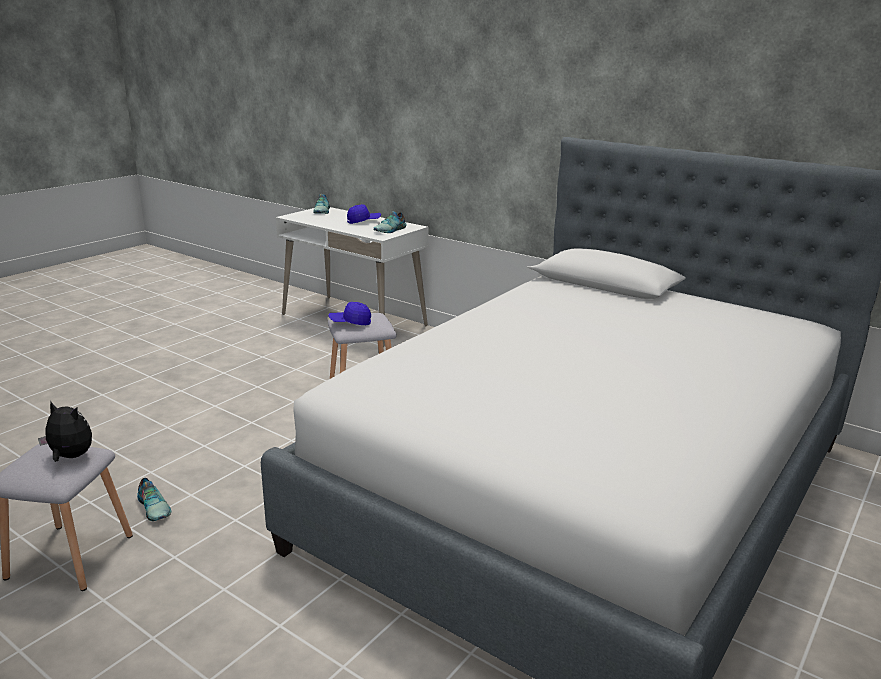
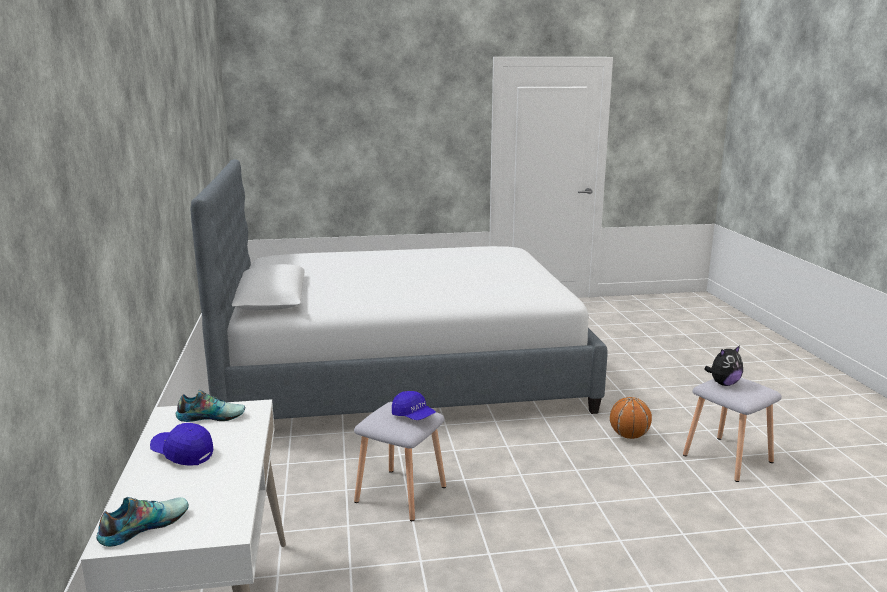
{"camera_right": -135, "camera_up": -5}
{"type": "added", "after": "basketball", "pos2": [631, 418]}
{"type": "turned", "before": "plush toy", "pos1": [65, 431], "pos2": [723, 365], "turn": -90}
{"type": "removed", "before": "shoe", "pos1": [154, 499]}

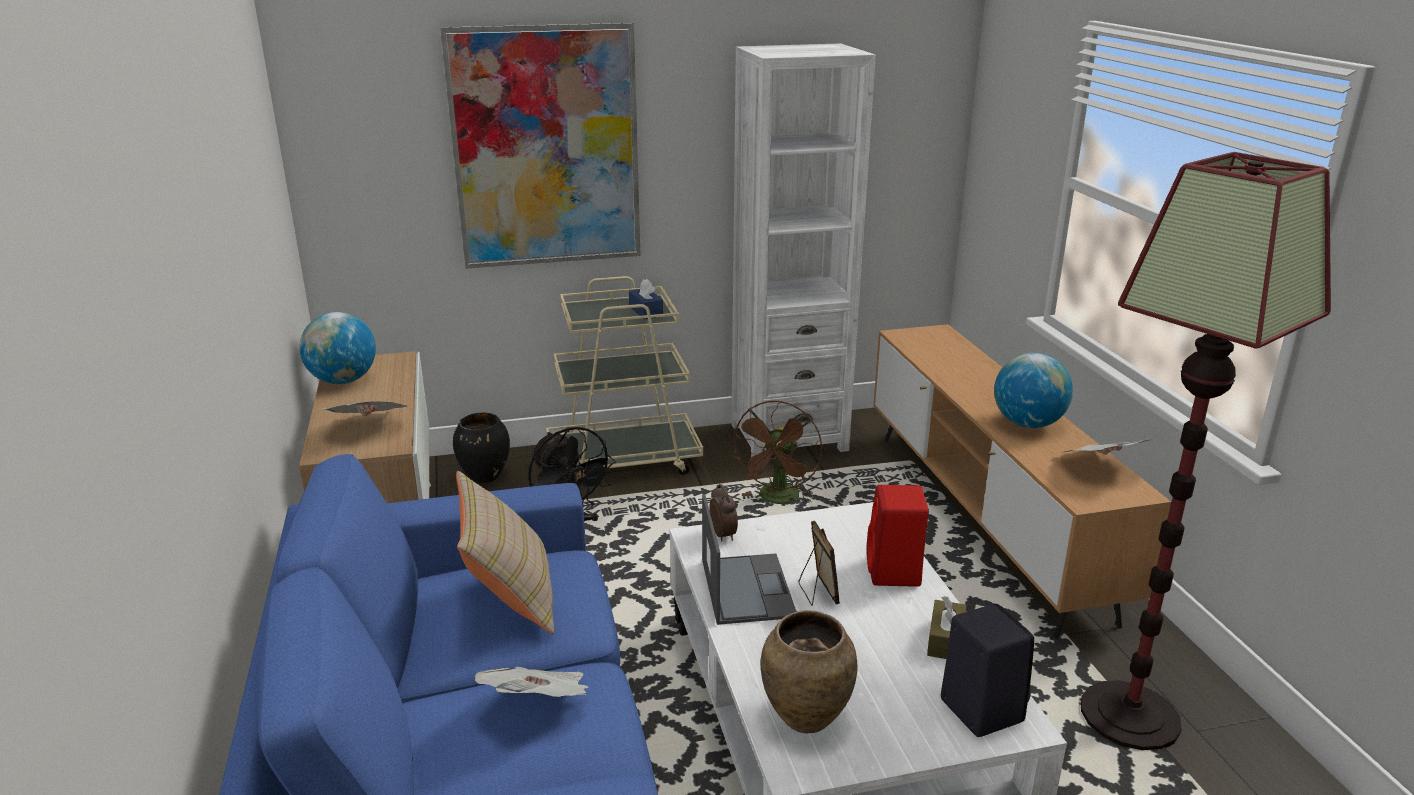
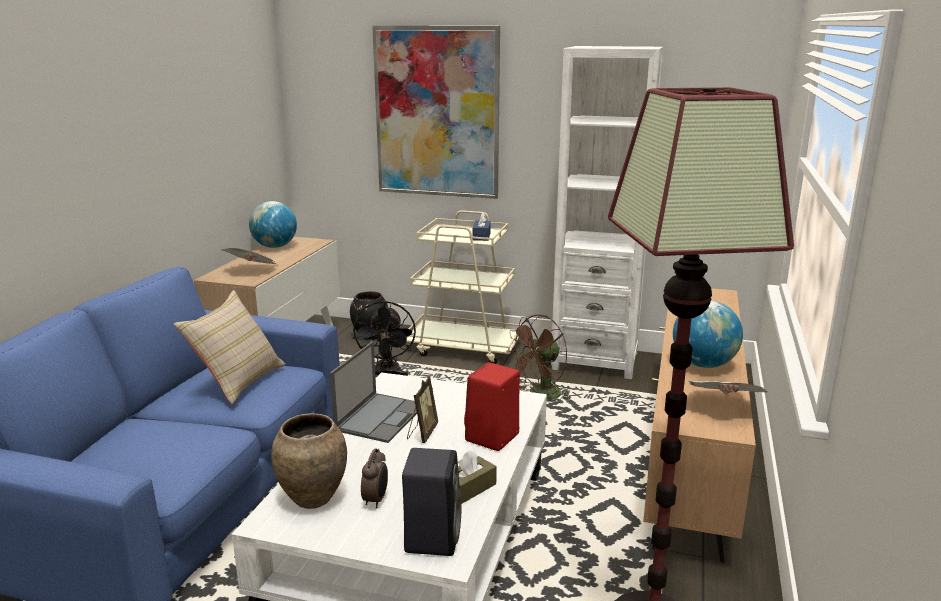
{"camera_right": 30, "camera_up": -5}
{"type": "moved", "before": "alarm clock", "pos1": [723, 512], "pos2": [374, 478]}
{"type": "removed", "before": "newspaper", "pos1": [531, 682]}

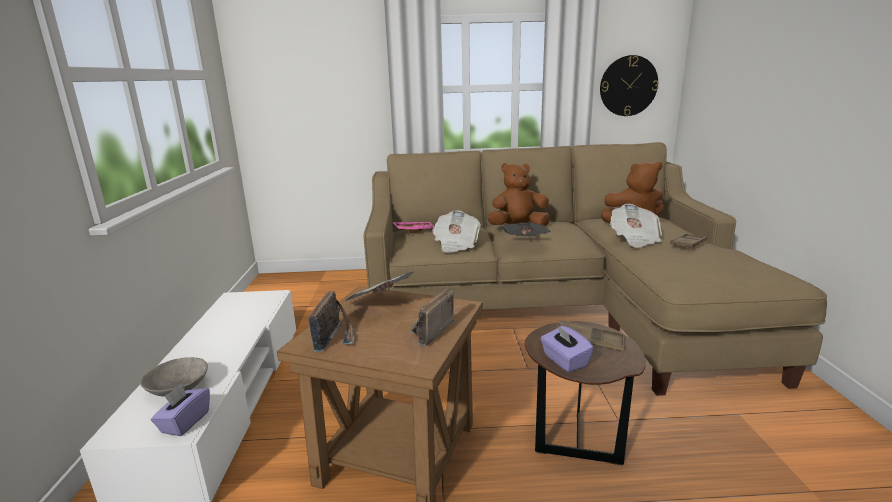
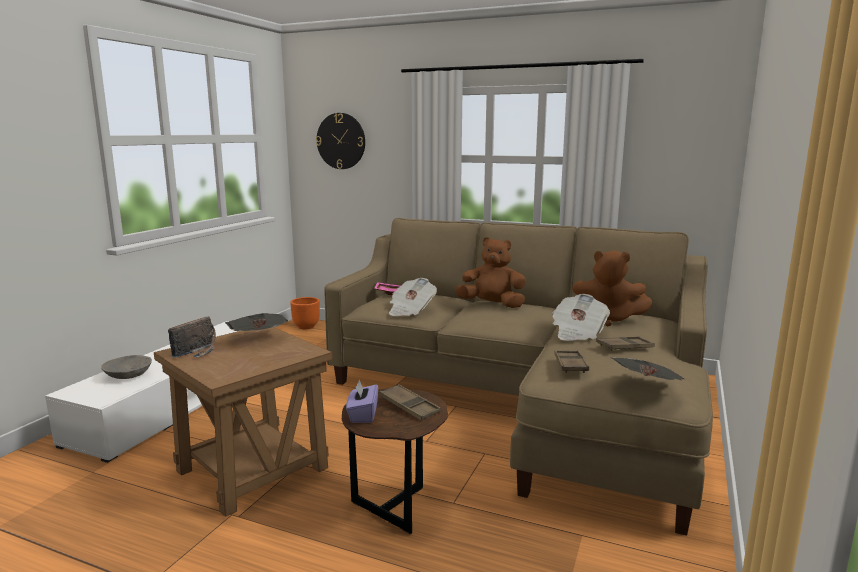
{"camera_right": 25, "camera_up": -5}
{"type": "added", "after": "orange plant pot", "pos2": [305, 313]}
{"type": "moved", "before": "clock on the wall", "pos1": [629, 85], "pos2": [340, 141]}
{"type": "added", "after": "brown-coloured serving tray", "pos2": [571, 361]}
{"type": "moved", "before": "newspaper", "pos1": [525, 229], "pos2": [647, 368]}
{"type": "removed", "before": "purple-coloured box of tissues", "pos1": [180, 409]}
{"type": "removed", "before": "radio set", "pos1": [432, 317]}

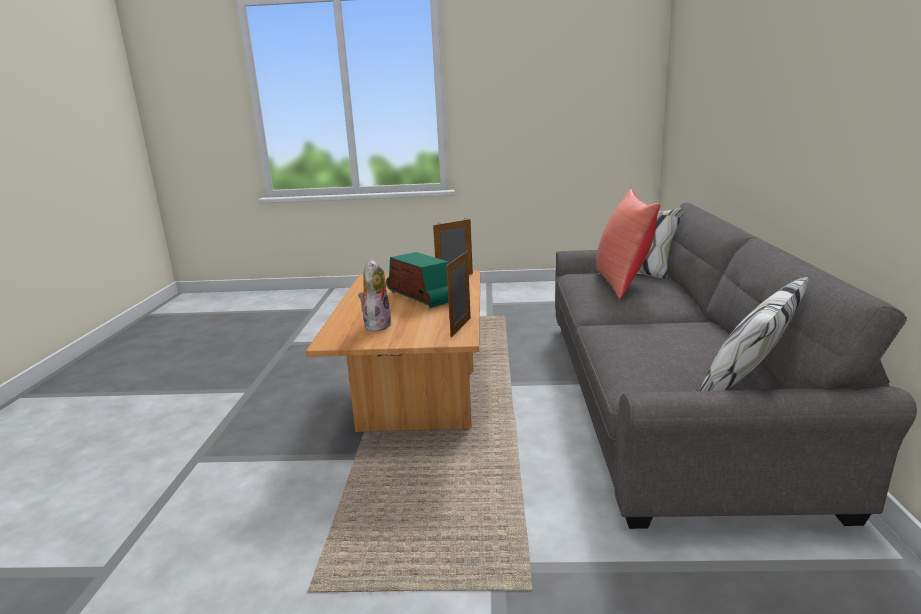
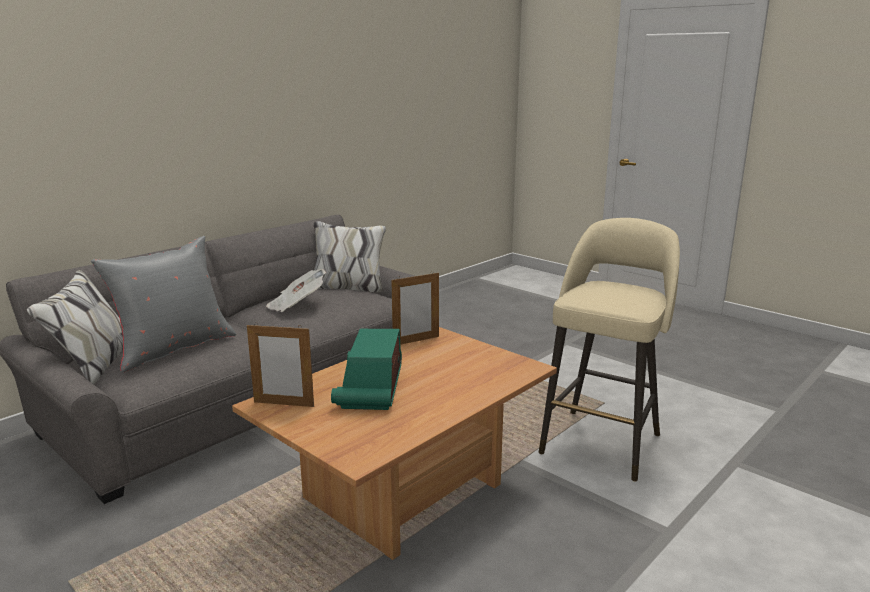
{"camera_right": -140, "camera_up": 0}
{"type": "recoloured", "before": "red throw pillow", "after": "greyish throw pillow", "pos1": [628, 244], "pos2": [163, 304]}
{"type": "added", "after": "newspaper", "pos2": [296, 290]}
{"type": "added", "after": "beige-coloured sitting stool", "pos2": [609, 350]}
{"type": "removed", "before": "plush toy", "pos1": [375, 295]}

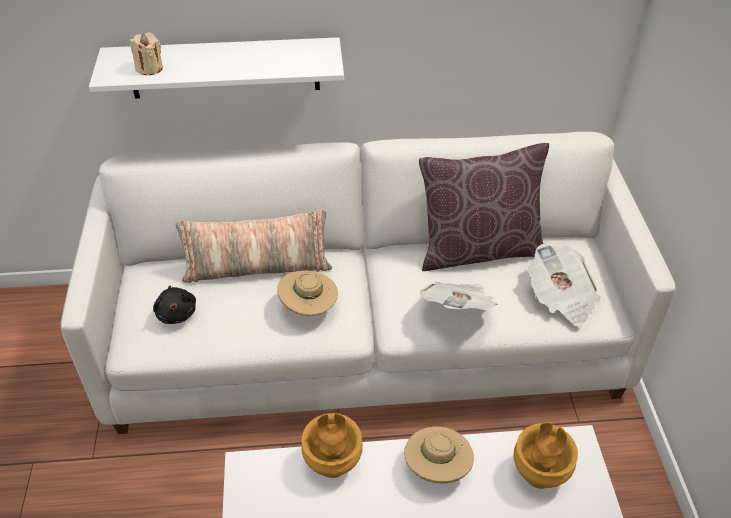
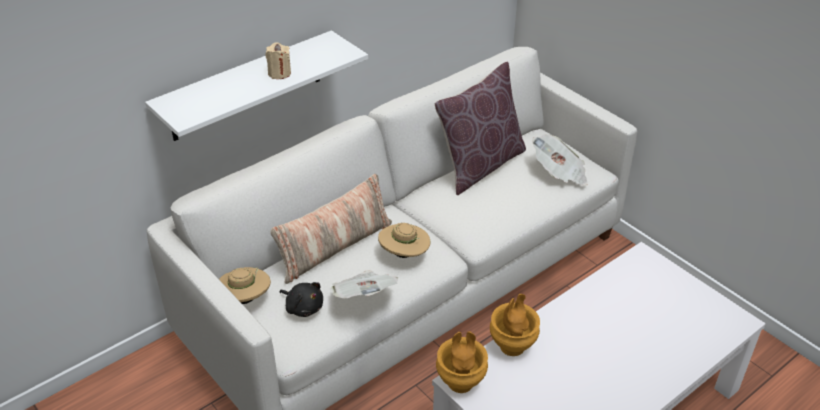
{"camera_right": -35, "camera_up": -5}
{"type": "moved", "before": "beige-coloured clothing hat", "pos1": [439, 454], "pos2": [245, 285]}
{"type": "moved", "before": "beige-coloured candle", "pos1": [146, 54], "pos2": [278, 61]}
{"type": "moved", "before": "newspaper", "pos1": [459, 296], "pos2": [364, 284]}
{"type": "moved", "before": "brown-coloured flower vase", "pos1": [546, 455], "pos2": [462, 362]}

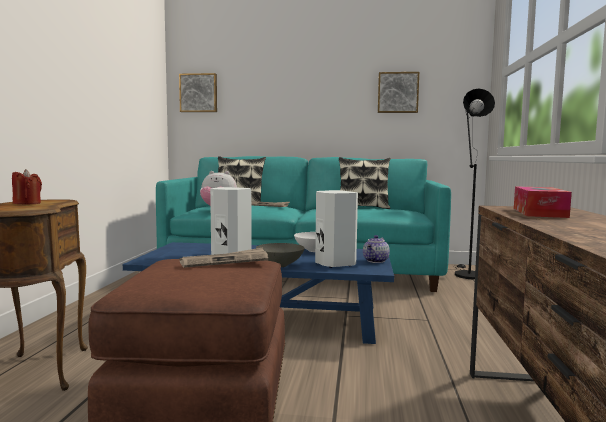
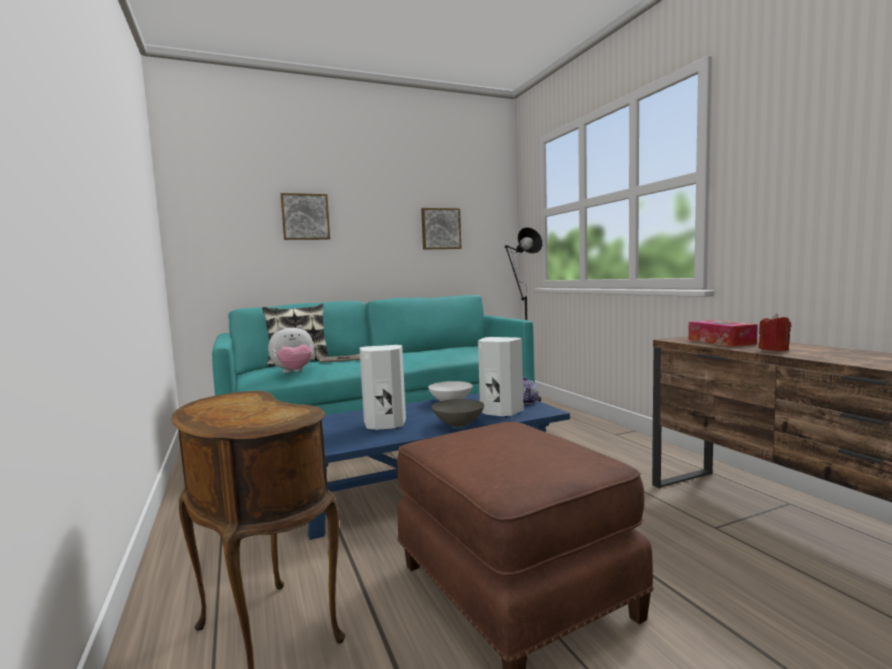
{"camera_right": -30, "camera_up": 0}
{"type": "moved", "before": "wall art", "pos1": [198, 92], "pos2": [305, 216]}
{"type": "moved", "before": "red candle", "pos1": [27, 187], "pos2": [774, 332]}
{"type": "removed", "before": "newspaper", "pos1": [223, 258]}
{"type": "removed", "before": "throw pillow", "pos1": [365, 183]}

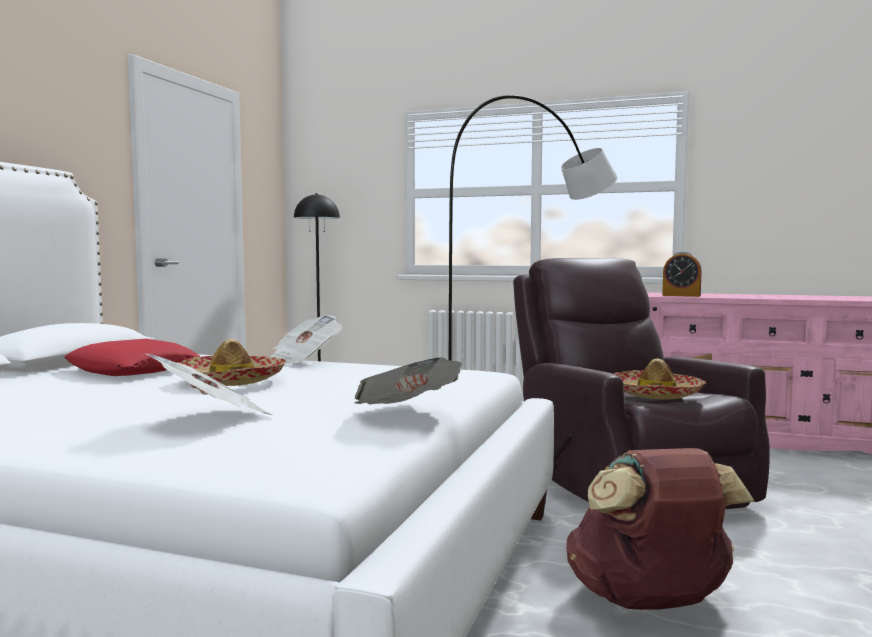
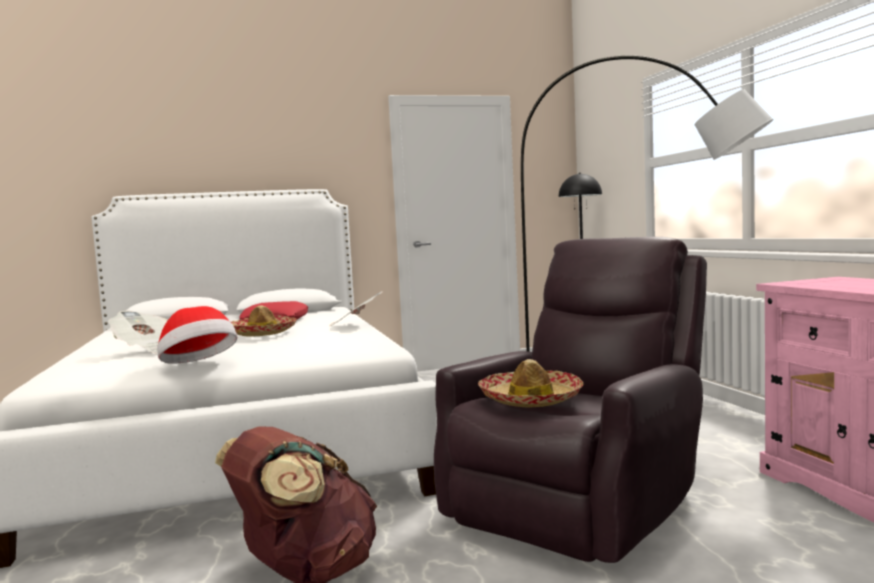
{"camera_right": 55, "camera_up": 0}
{"type": "replaced", "before": "newspaper", "after": "clothing hat", "pos1": [408, 380], "pos2": [197, 335]}
{"type": "removed", "before": "alarm clock", "pos1": [682, 274]}

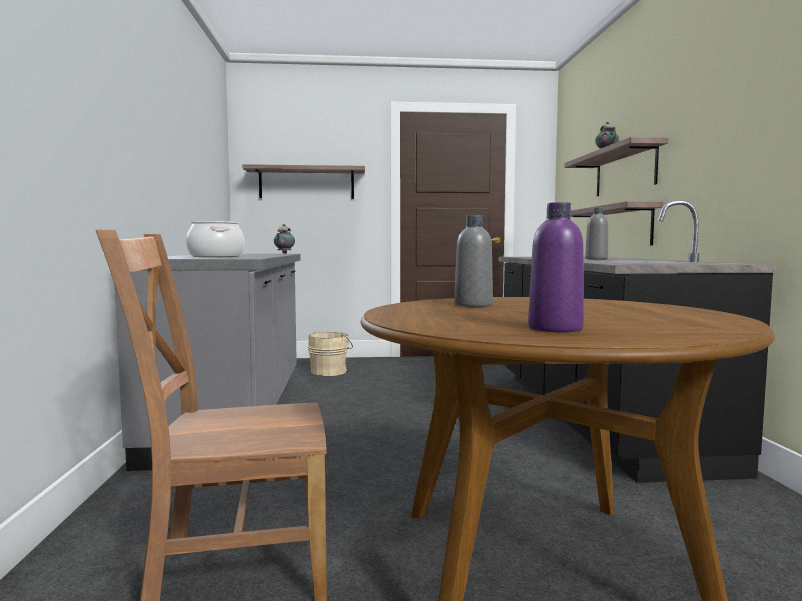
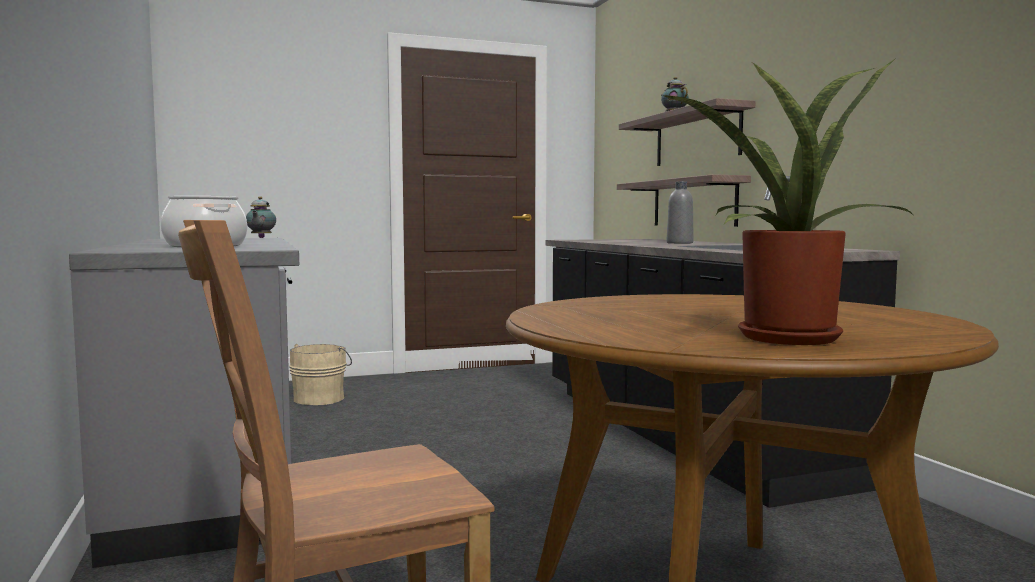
{"camera_right": -15, "camera_up": 0}
{"type": "replaced", "before": "purple-coloured beverage bottle", "after": "potted plant", "pos1": [556, 267], "pos2": [786, 201]}
{"type": "removed", "before": "bracket shelf", "pos1": [303, 181]}
{"type": "removed", "before": "greyish beverage bottle", "pos1": [473, 261]}

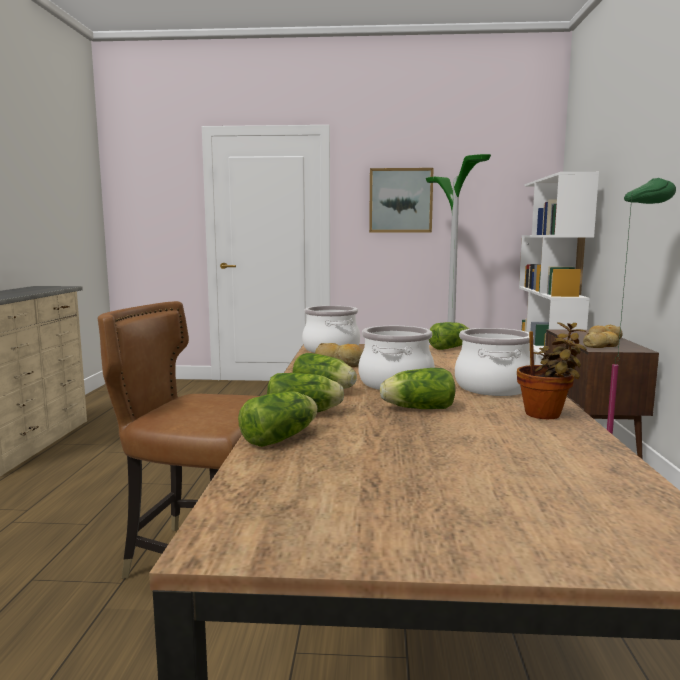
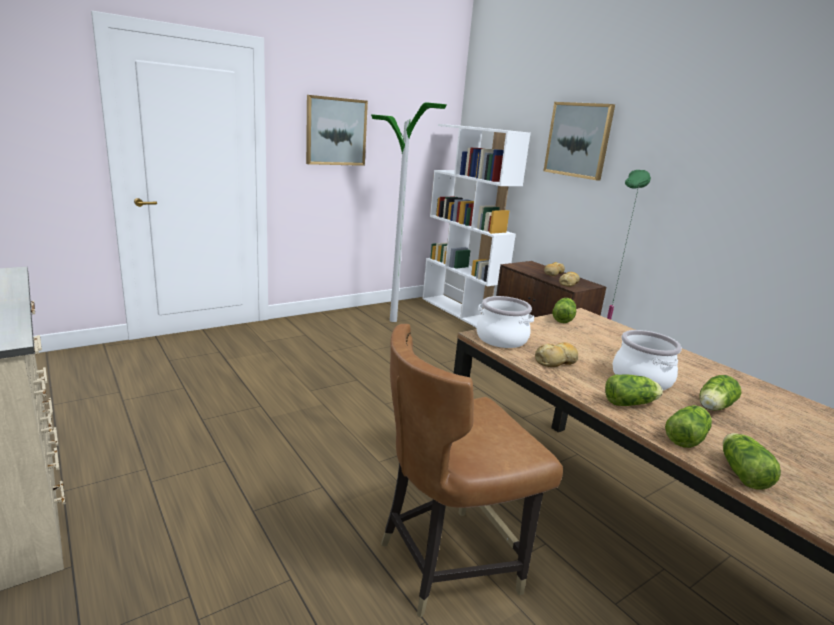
{"camera_right": -40, "camera_up": 10}
{"type": "added", "after": "wall art", "pos2": [579, 141]}
{"type": "removed", "before": "saucepot", "pos1": [494, 362]}
{"type": "removed", "before": "potted plant", "pos1": [552, 370]}

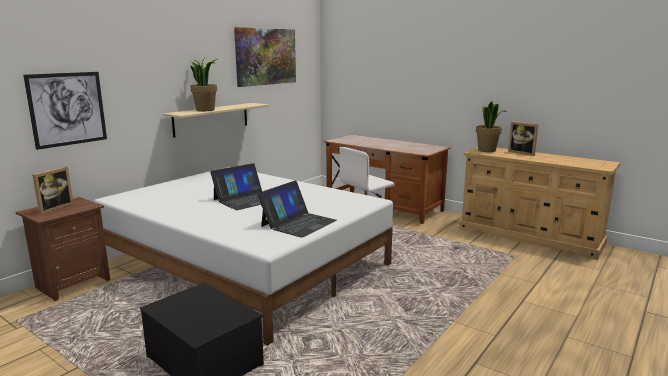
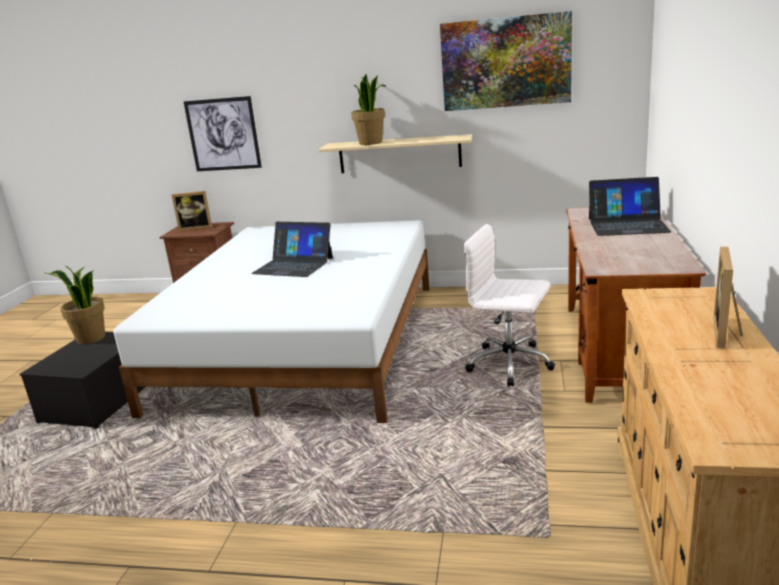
{"camera_right": 65, "camera_up": 5}
{"type": "moved", "before": "potted plant", "pos1": [491, 126], "pos2": [75, 305]}
{"type": "moved", "before": "laptop", "pos1": [297, 209], "pos2": [630, 206]}

